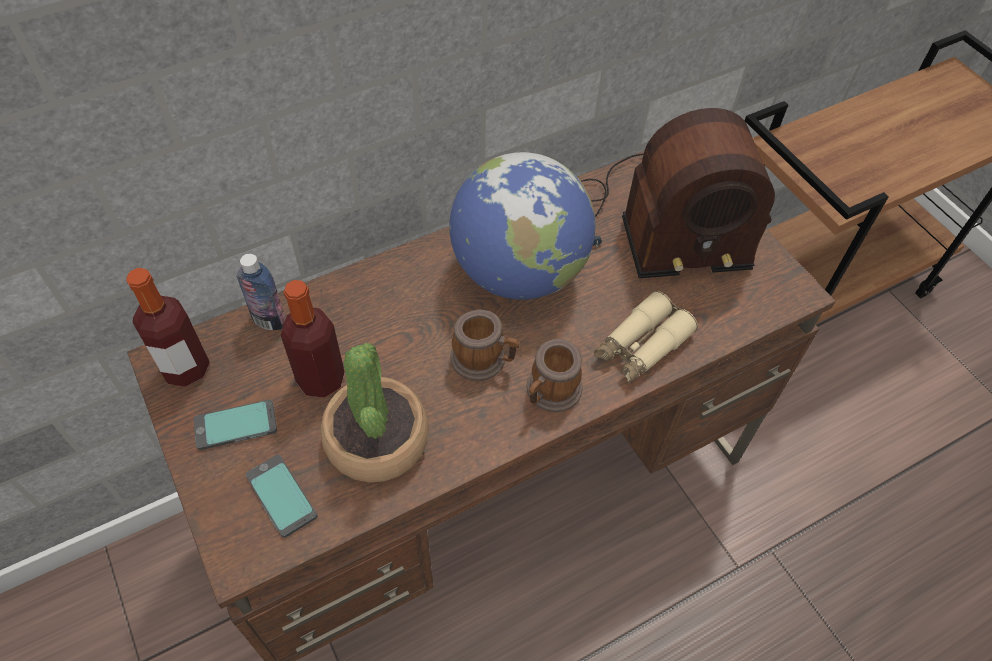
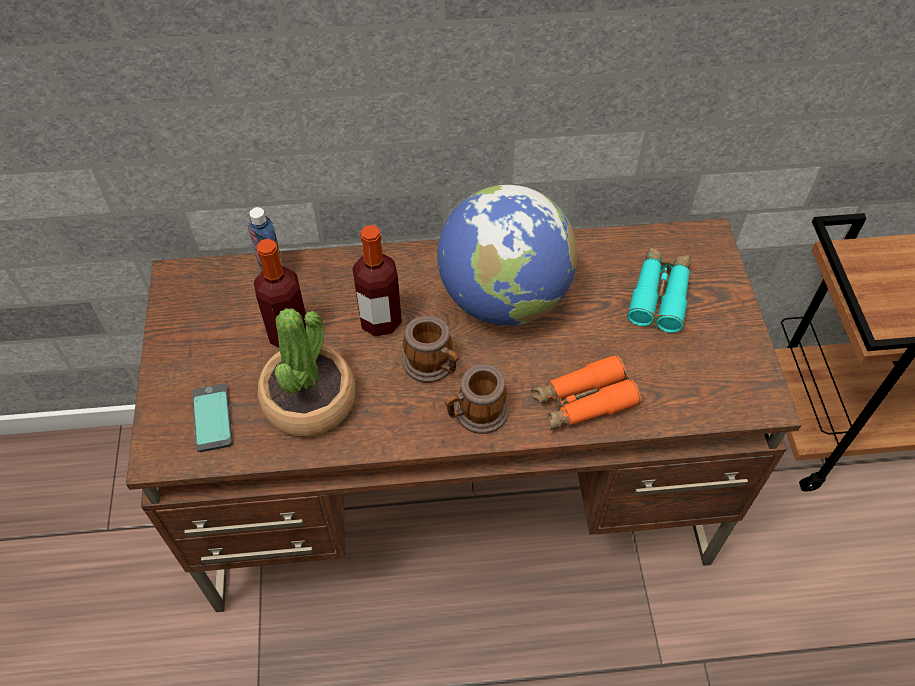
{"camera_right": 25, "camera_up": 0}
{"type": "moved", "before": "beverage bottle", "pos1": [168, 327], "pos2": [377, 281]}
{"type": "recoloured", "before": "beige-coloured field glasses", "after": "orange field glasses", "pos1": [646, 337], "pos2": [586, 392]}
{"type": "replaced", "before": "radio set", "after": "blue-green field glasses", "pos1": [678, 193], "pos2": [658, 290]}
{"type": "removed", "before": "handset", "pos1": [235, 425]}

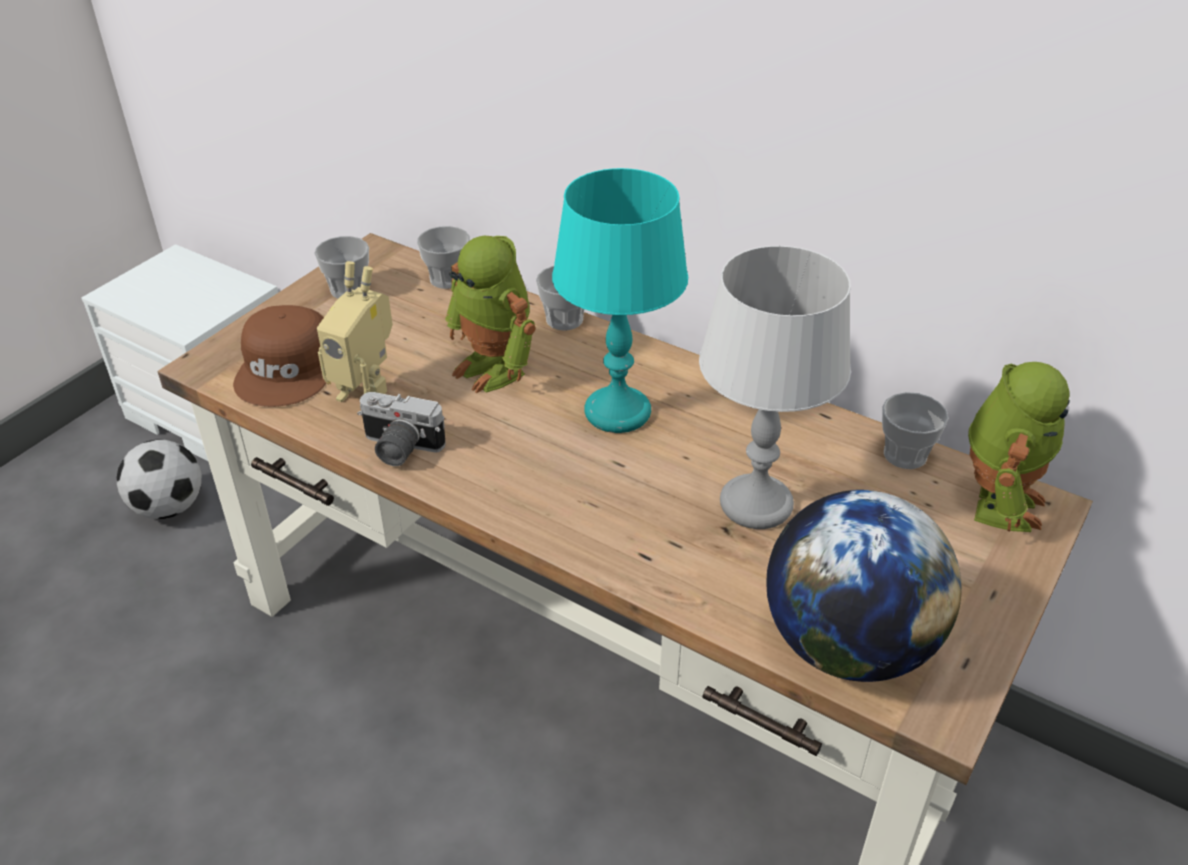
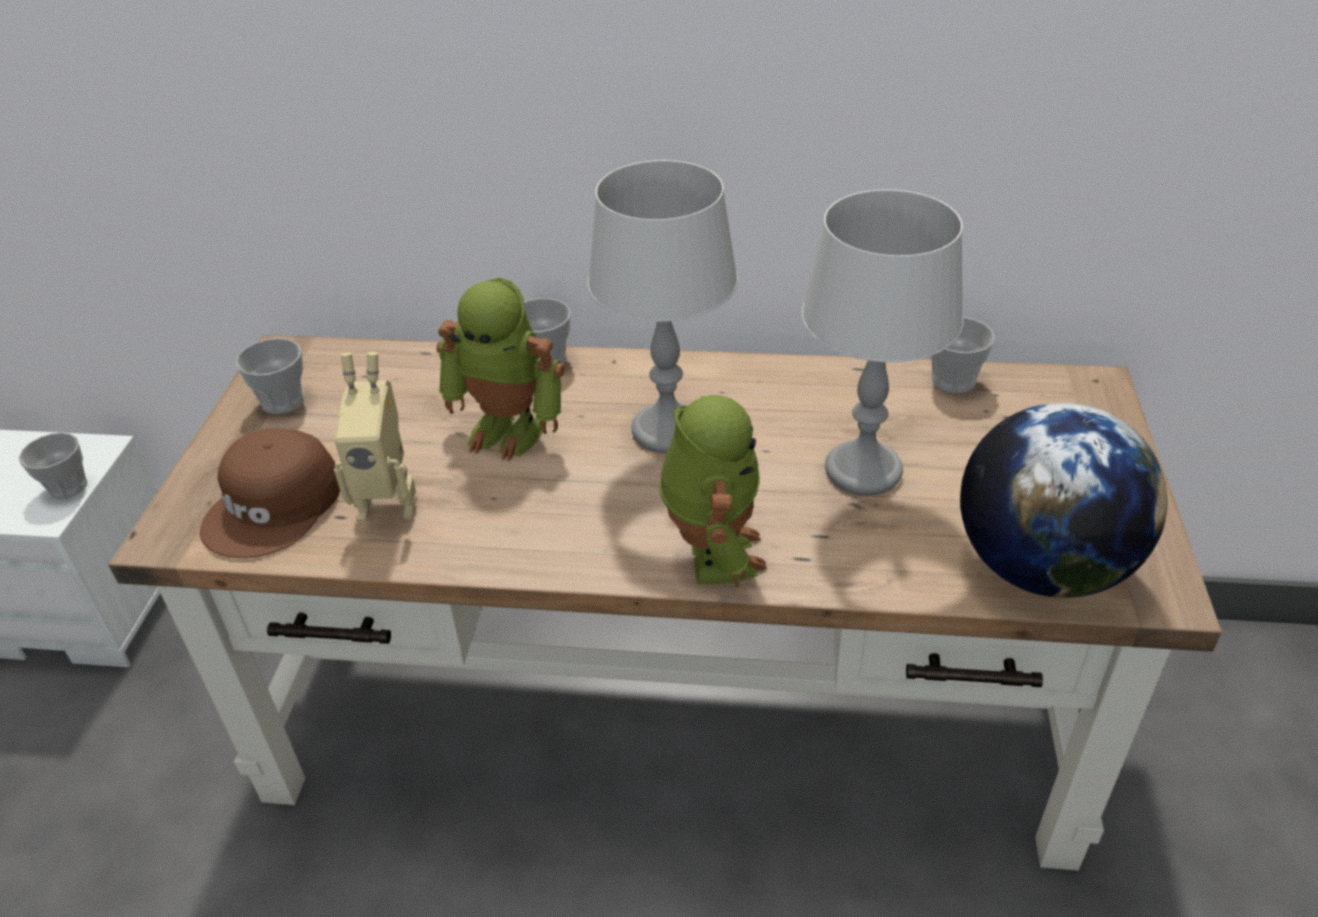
{"camera_right": -25, "camera_up": 0}
{"type": "moved", "before": "drinking cup", "pos1": [443, 257], "pos2": [53, 466]}
{"type": "turned", "before": "brown-coloured peaked cap", "pos1": [279, 356], "pos2": [270, 493], "turn": 45}
{"type": "recoloured", "before": "blue-green tabletop lamp", "after": "greyish tabletop lamp", "pos1": [620, 300], "pos2": [663, 306]}
{"type": "moved", "before": "robot figure", "pos1": [1019, 447], "pos2": [713, 491]}
{"type": "removed", "before": "football ball", "pos1": [159, 479]}
{"type": "removed", "before": "still camera", "pos1": [401, 429]}

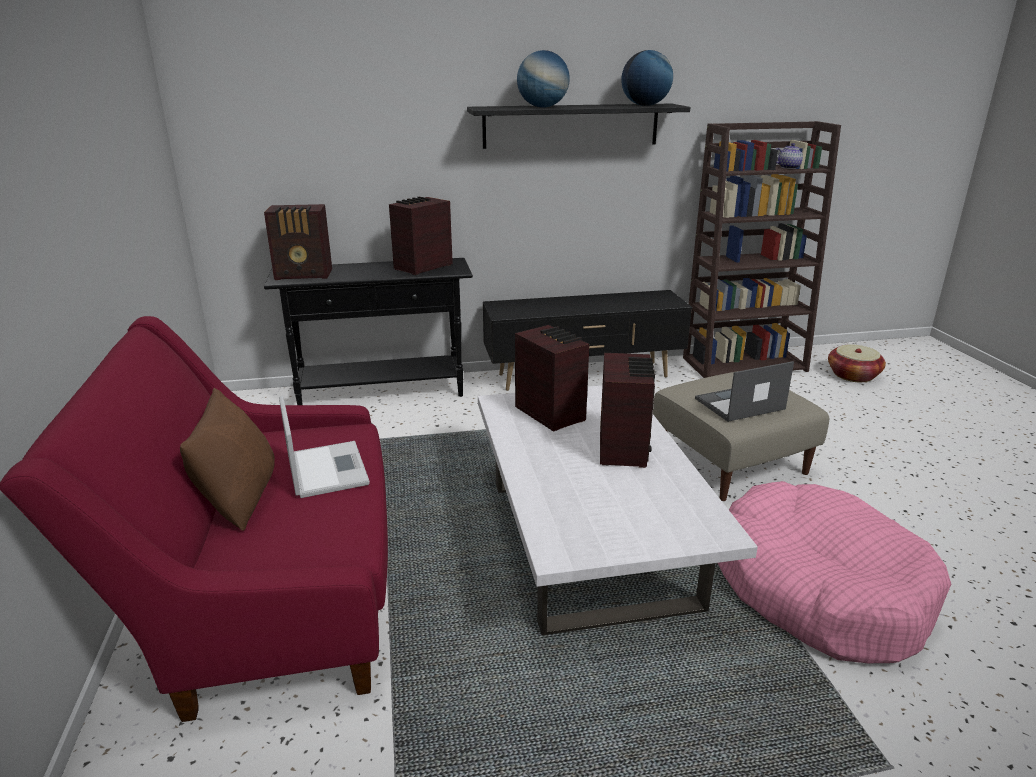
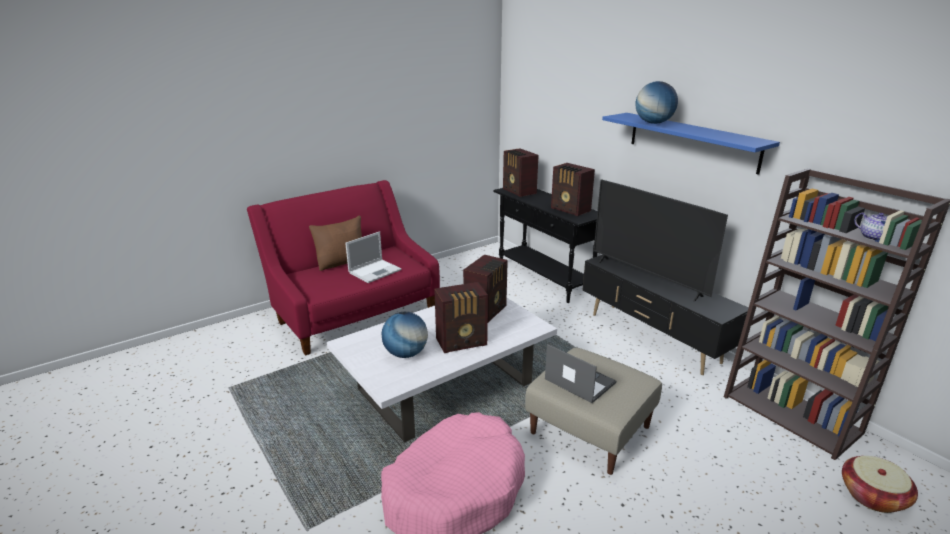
{"camera_right": 65, "camera_up": 0}
{"type": "moved", "before": "desk globe", "pos1": [647, 78], "pos2": [405, 335]}
{"type": "turned", "before": "radio set", "pos1": [421, 236], "pos2": [573, 189], "turn": -150}
{"type": "added", "after": "TV", "pos2": [661, 240]}
{"type": "recoloured", "before": "black-coloured bracket shelf", "after": "blue bracket shelf", "pos1": [578, 126], "pos2": [691, 144]}

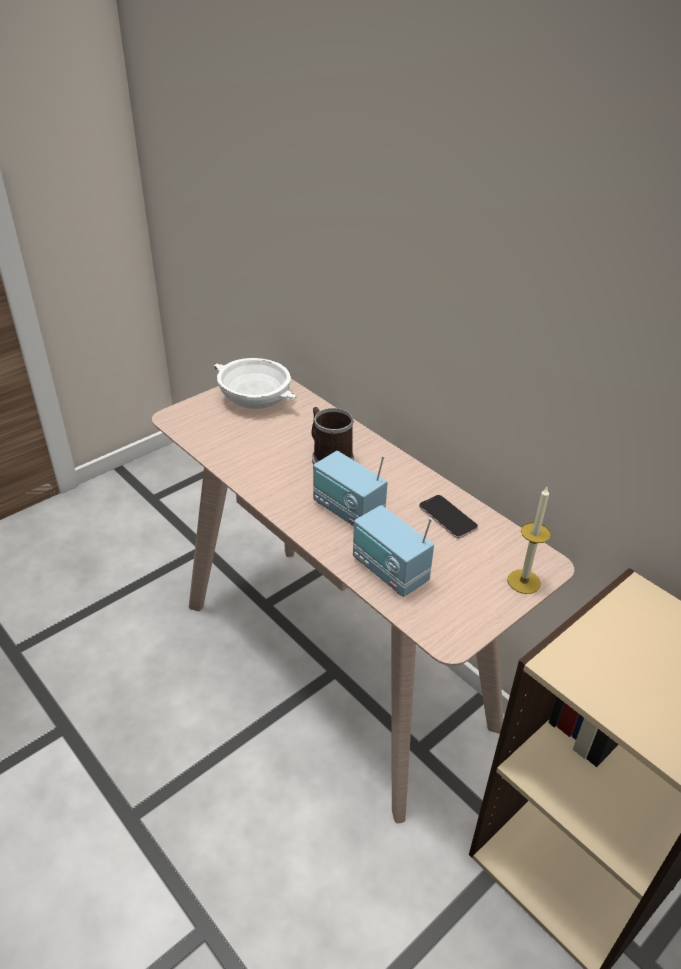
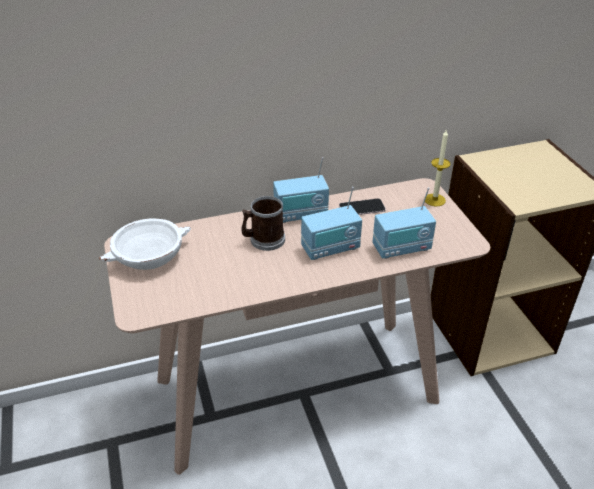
{"camera_right": -65, "camera_up": 0}
{"type": "added", "after": "radio set", "pos2": [301, 190]}

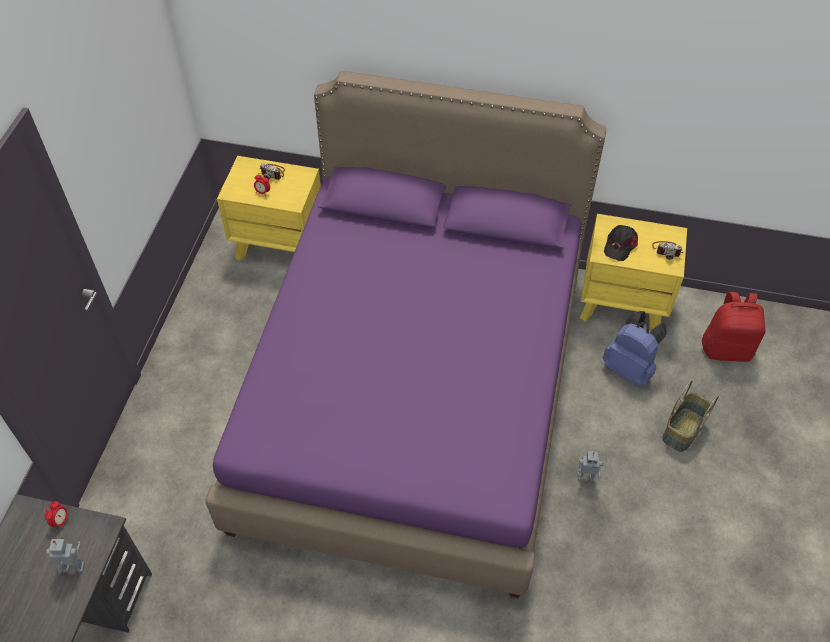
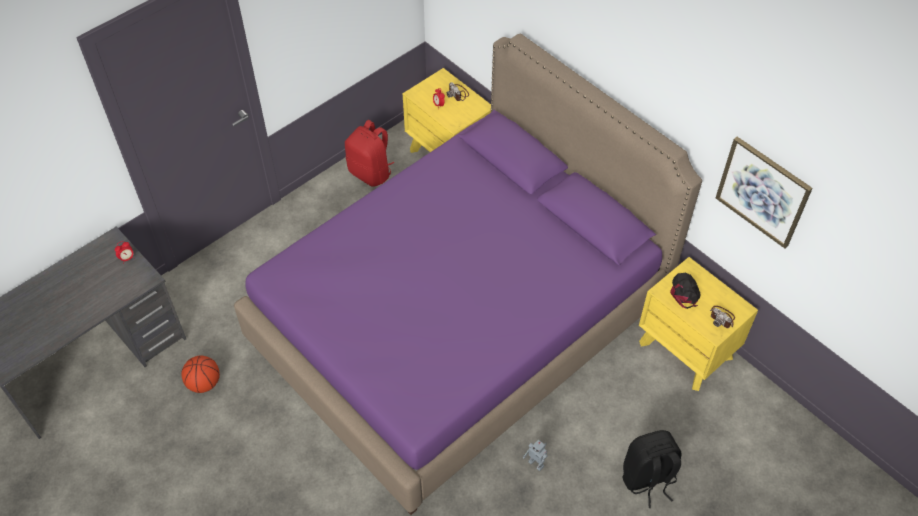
{"camera_right": 35, "camera_up": 0}
{"type": "added", "after": "basketball", "pos2": [200, 374]}
{"type": "moved", "before": "red backpack", "pos1": [733, 327], "pos2": [369, 153]}
{"type": "replaced", "before": "basket", "after": "black-coloured backpack", "pos1": [690, 416], "pos2": [652, 469]}
{"type": "turned", "before": "black-coloured peaked cap", "pos1": [621, 243], "pos2": [685, 291], "turn": 120}
{"type": "added", "after": "wall art", "pos2": [764, 192]}
{"type": "removed", "before": "robot figure", "pos1": [65, 555]}
{"type": "removed", "before": "blue backpack", "pos1": [635, 348]}

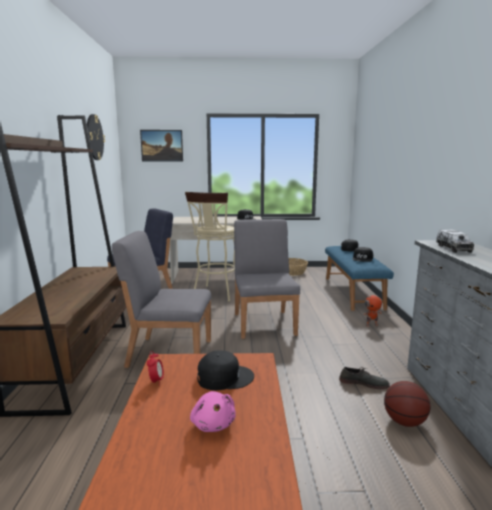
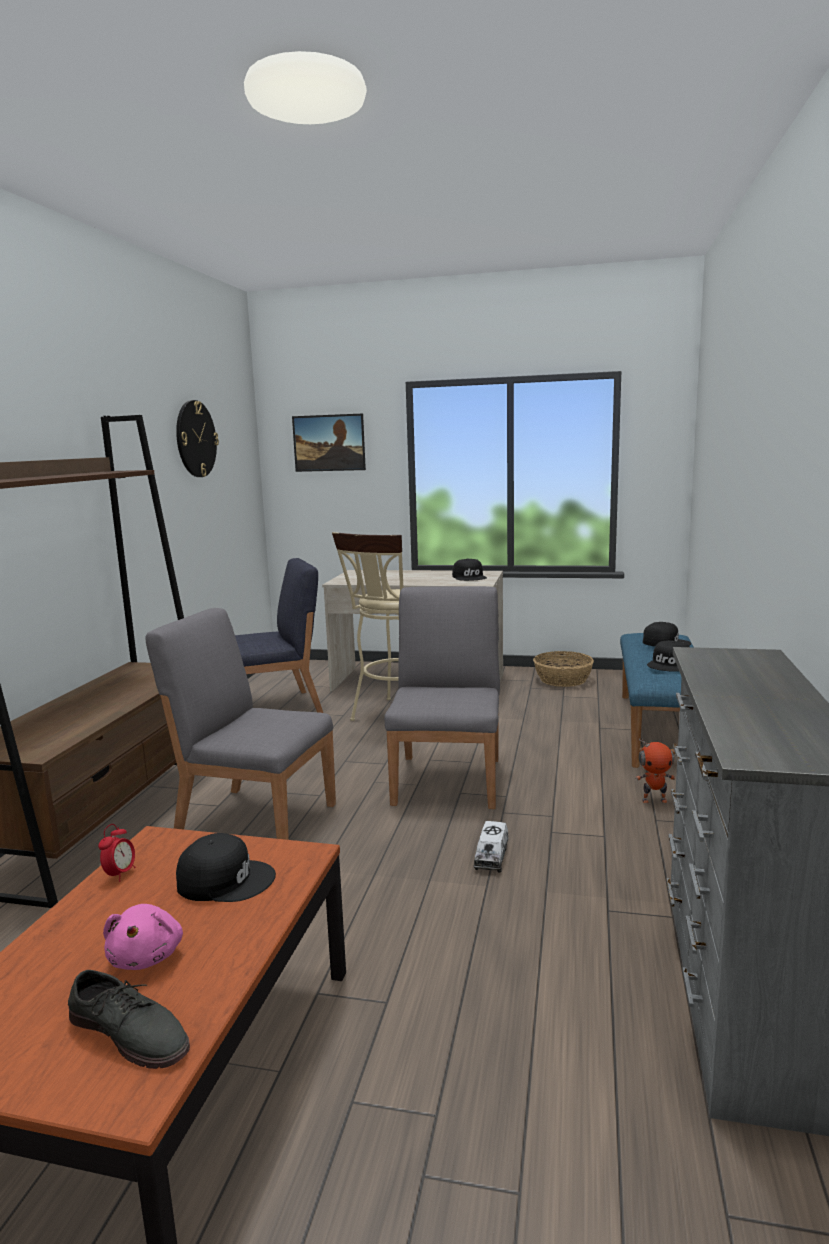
{"camera_right": 15, "camera_up": 0}
{"type": "moved", "before": "greyish shoe", "pos1": [364, 378], "pos2": [129, 1019]}
{"type": "moved", "before": "toy truck", "pos1": [455, 241], "pos2": [491, 847]}
{"type": "removed", "before": "basketball", "pos1": [407, 404]}

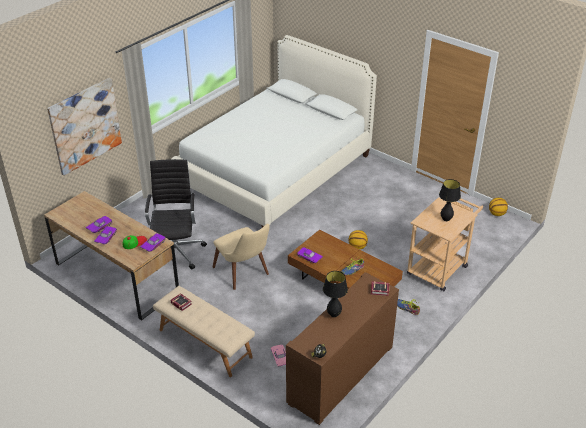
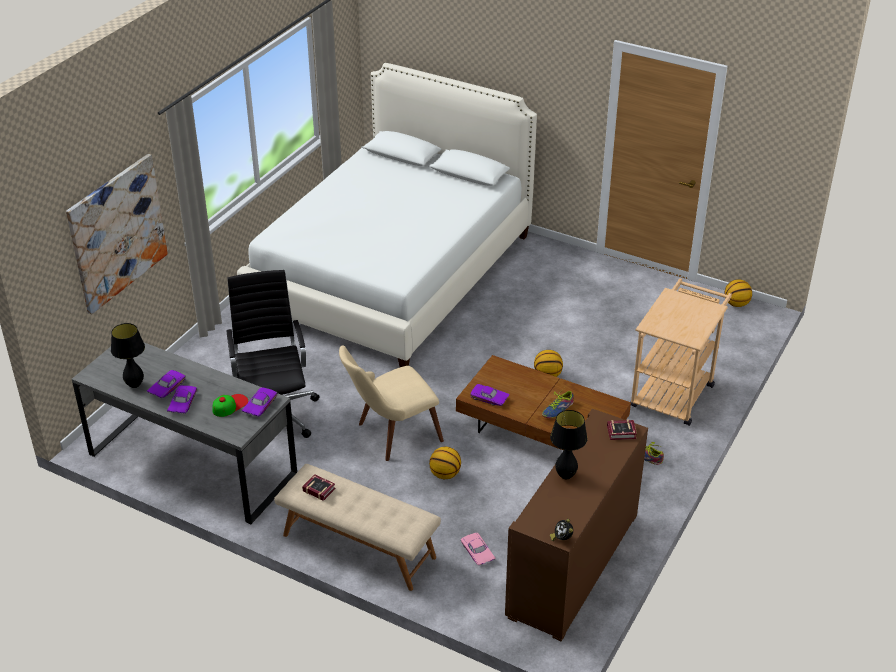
{"camera_right": -10, "camera_up": 0}
{"type": "recoloured", "before": "brown-coloured desk unit", "after": "greyish desk unit", "pos1": [111, 256], "pos2": [184, 434]}
{"type": "moved", "before": "black-coloured tabletop lamp", "pos1": [450, 200], "pos2": [128, 355]}
{"type": "turned", "before": "beige-coloured chair", "pos1": [241, 257], "pos2": [391, 403], "turn": 105}
{"type": "added", "after": "basketball", "pos2": [445, 463]}

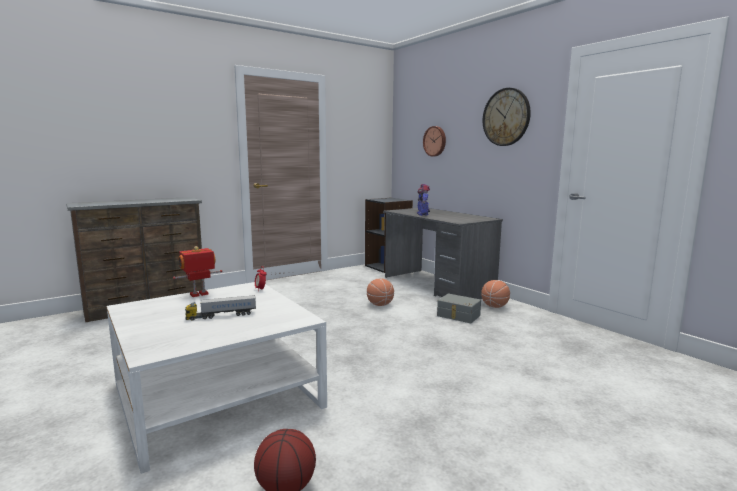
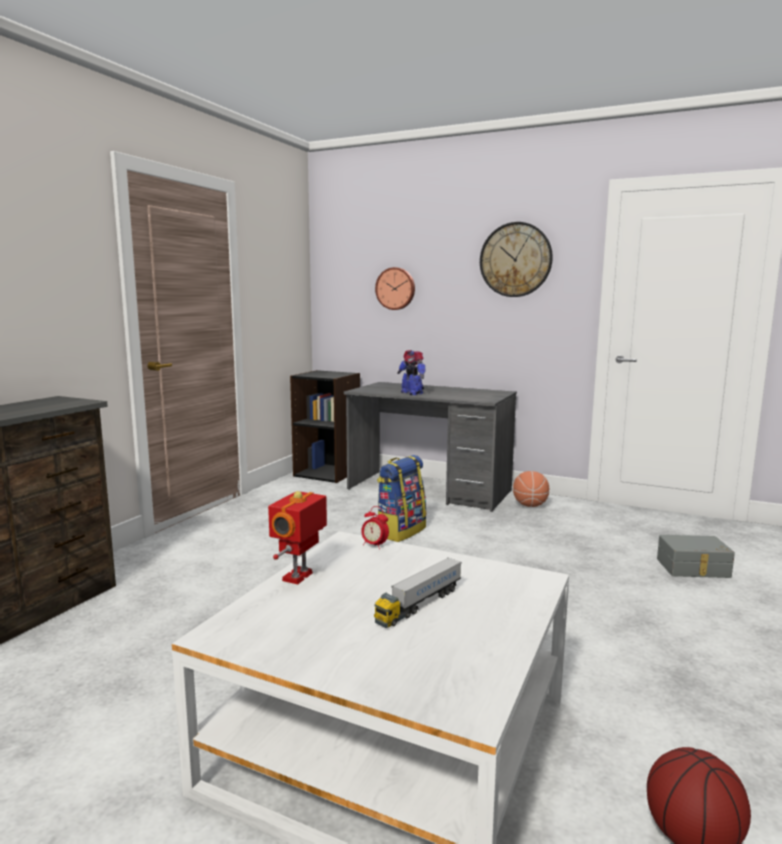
{"camera_right": -30, "camera_up": 0}
{"type": "replaced", "before": "basketball", "after": "backpack", "pos1": [380, 292], "pos2": [402, 498]}
{"type": "moved", "before": "greyish storage box", "pos1": [459, 308], "pos2": [696, 556]}

